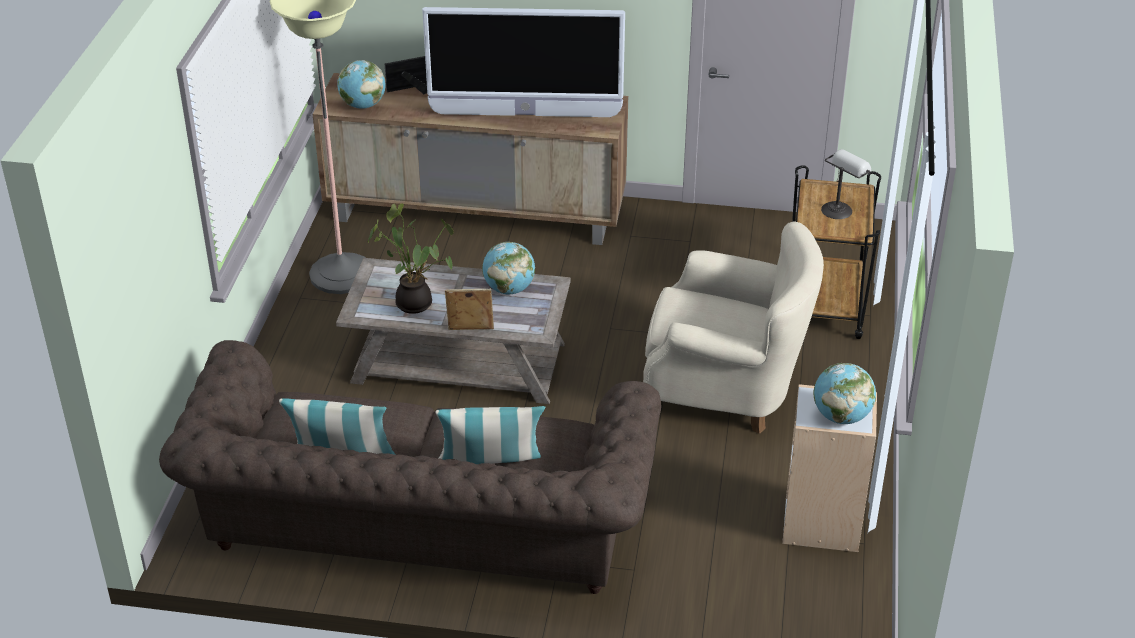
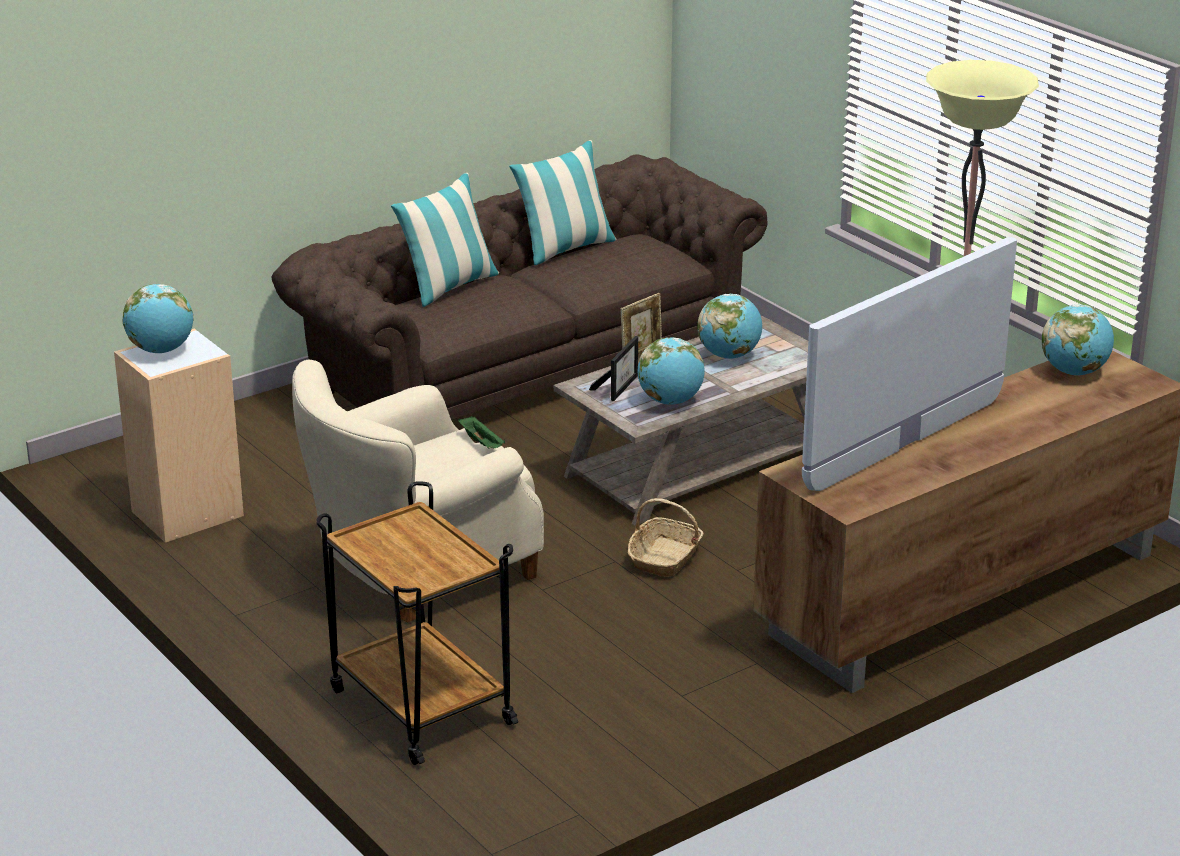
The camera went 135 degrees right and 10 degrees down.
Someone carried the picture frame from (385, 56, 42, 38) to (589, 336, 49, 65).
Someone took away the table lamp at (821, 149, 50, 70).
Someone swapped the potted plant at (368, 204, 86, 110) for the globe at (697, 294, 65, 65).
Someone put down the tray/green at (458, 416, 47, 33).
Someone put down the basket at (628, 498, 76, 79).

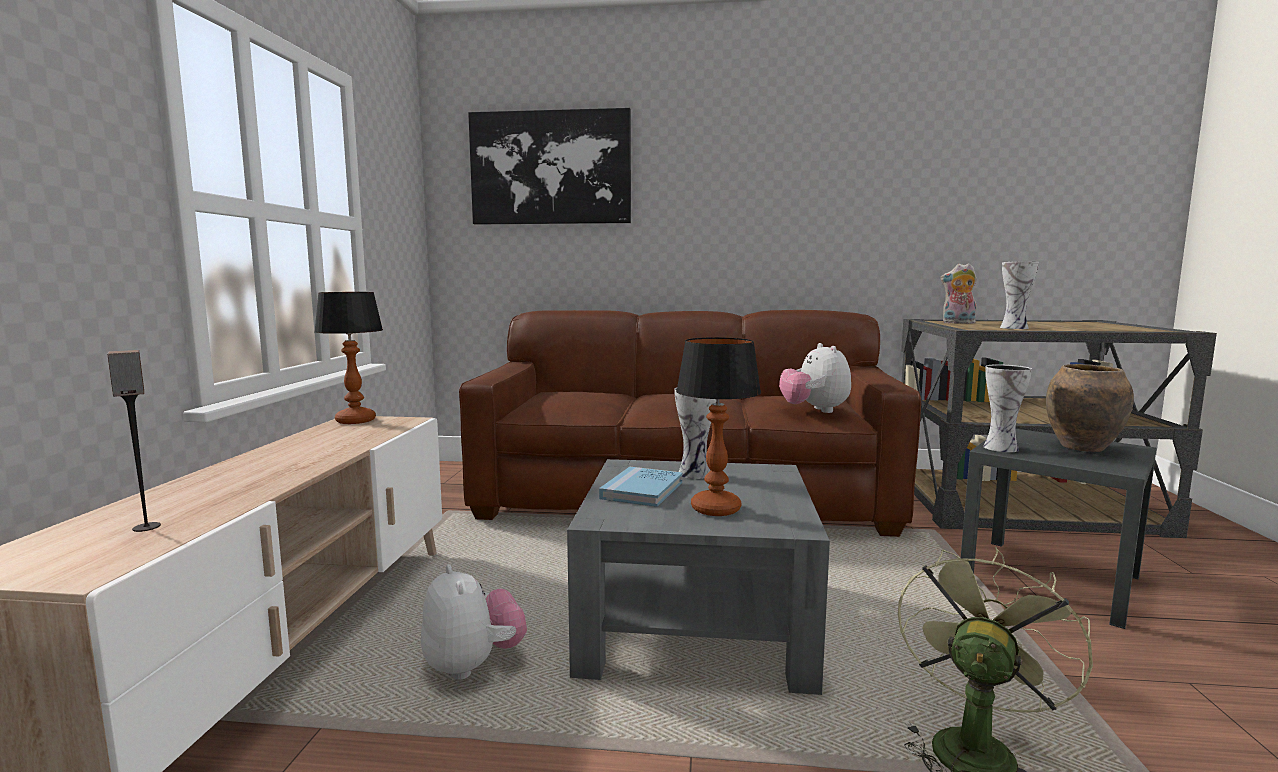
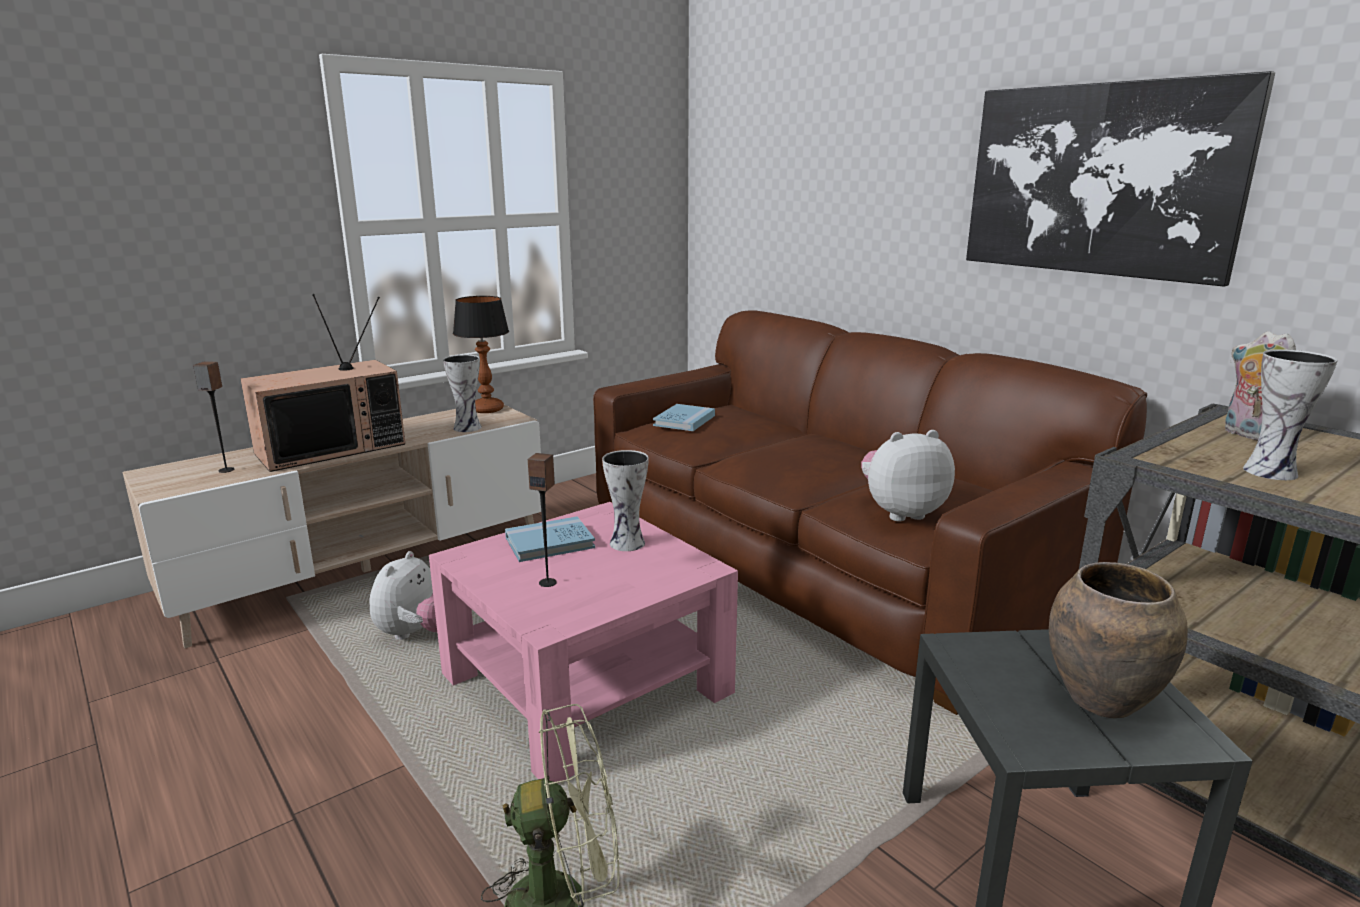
The camera went 45 degrees right and 10 degrees up.
Someone carried the picture from (468, 108, 163, 117) to (966, 71, 309, 215).
Someone swapped the table lamp at (676, 337, 85, 179) for the speaker at (528, 453, 29, 134).
Someone rotated the plush toy at (779, 343, 72, 70) by 45 degrees clockwise.
Someone carried the vase from (983, 364, 49, 88) to (443, 355, 39, 77).
Someone repainted the coffee table/grey at (567, 459, 263, 236), which became the coffee table/pink at (429, 502, 309, 282).
Someone put down the television at (240, 294, 165, 178).
Someone put down the book/blue at (653, 404, 62, 27).

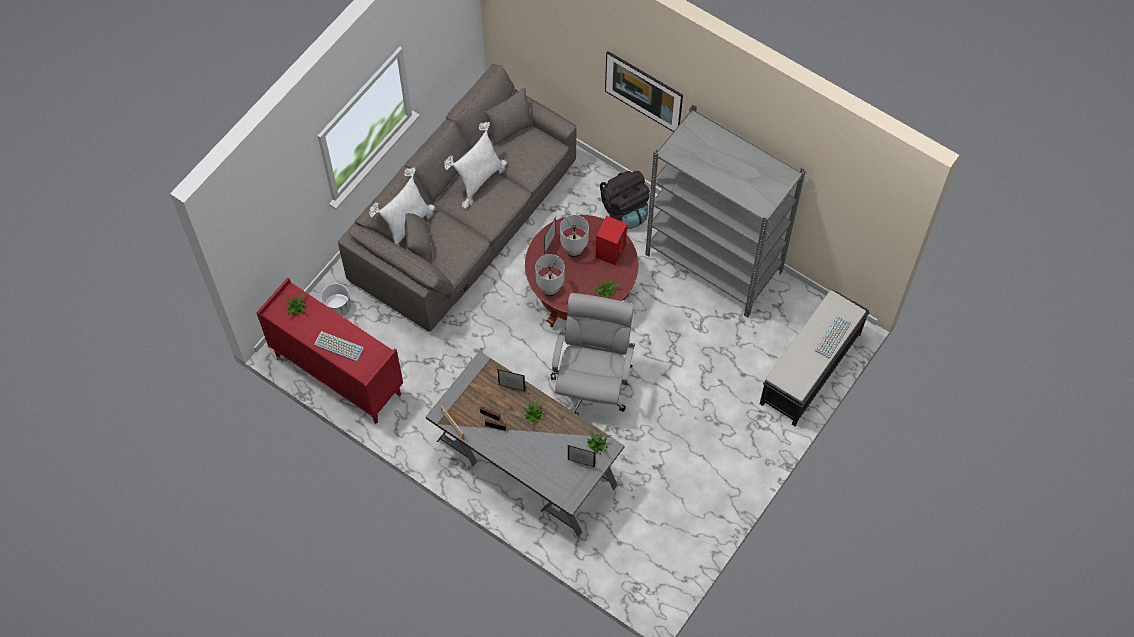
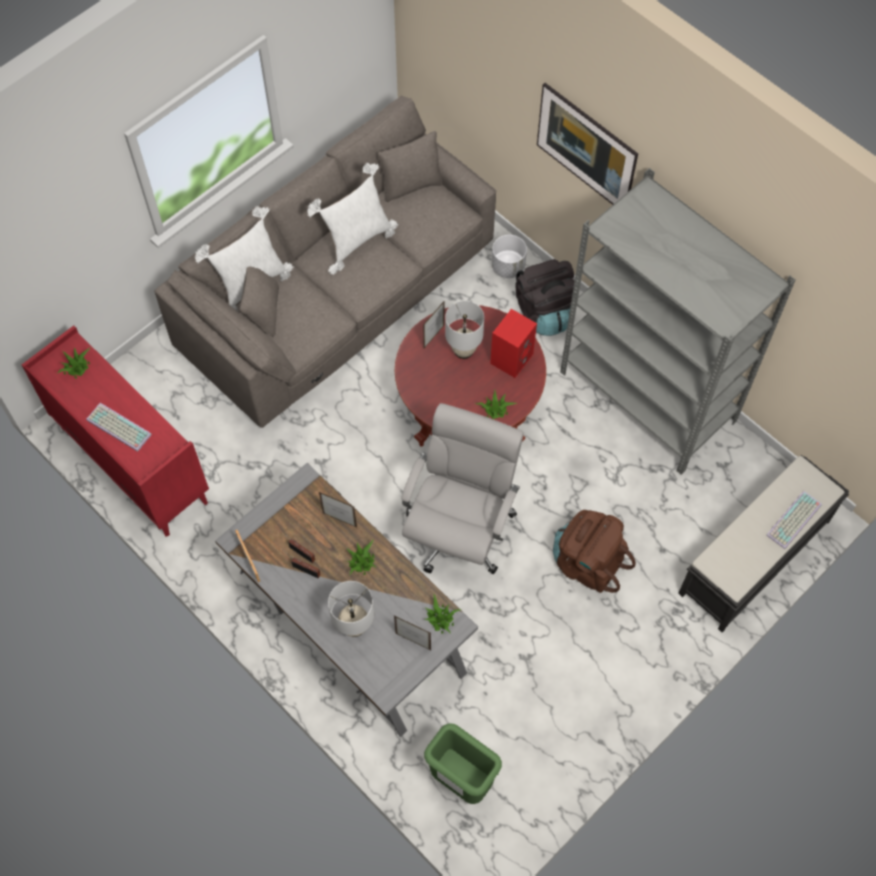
The camera went 10 degrees right and 0 degrees up.
Someone carried the table lamp/white from (535, 254, 29, 42) to (328, 581, 46, 56).
Someone carried the planter/white from (321, 284, 30, 33) to (492, 235, 35, 43).
Someone put down the backpack/brown at (553, 510, 83, 83).
Someone put down the trash can/green at (424, 724, 78, 80).

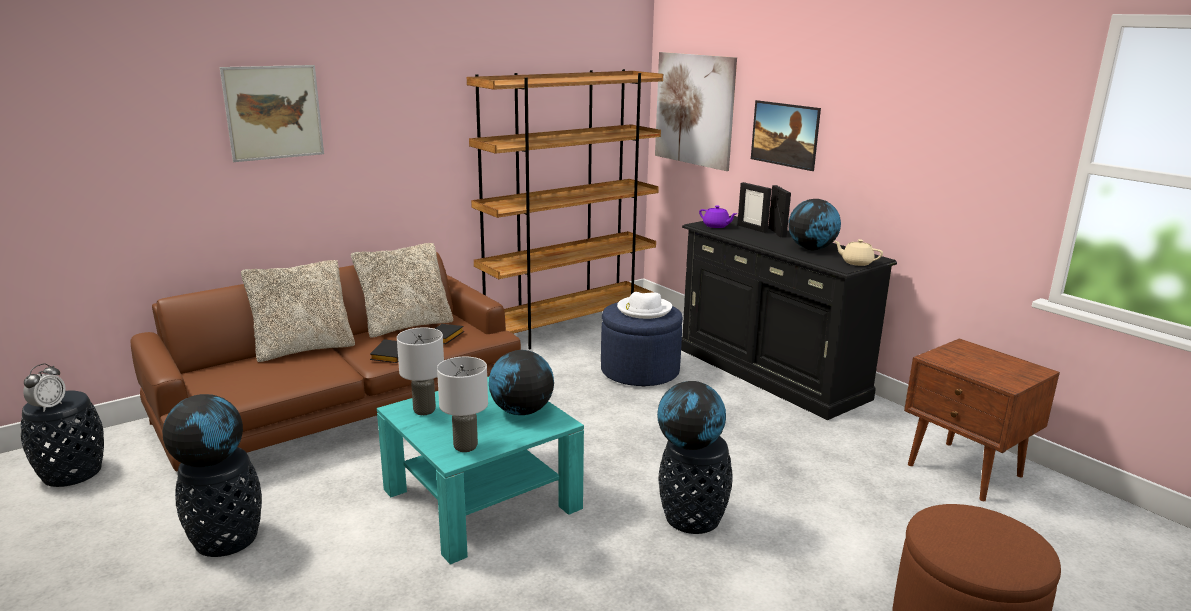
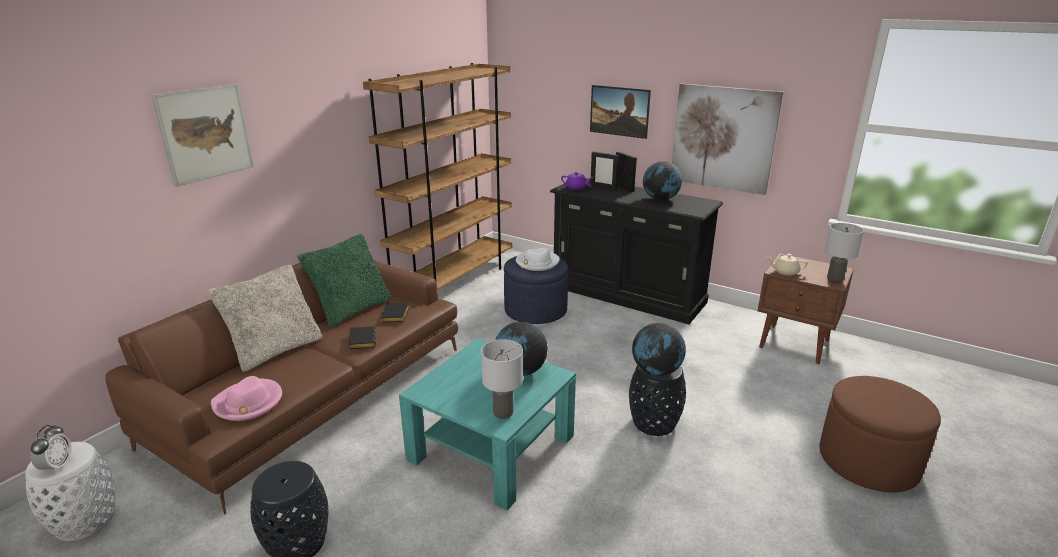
The camera went 20 degrees left and 5 degrees up.
Someone carried the picture from (655, 52, 82, 119) to (672, 84, 111, 111).
Someone carried the teapot/beige from (834, 239, 49, 27) to (766, 254, 42, 22).
Someone repainted the pillow/beige at (351, 243, 102, 95), which became the pillow/green at (297, 234, 94, 93).
Someone carried the table lamp/white from (397, 327, 47, 88) to (825, 223, 39, 60).
Someone repainted the stool/black at (21, 390, 83, 97), which became the stool/white at (25, 442, 91, 99).
Someone took away the globe at (163, 394, 80, 73).
Someone put down the hat/pink at (211, 376, 71, 45).

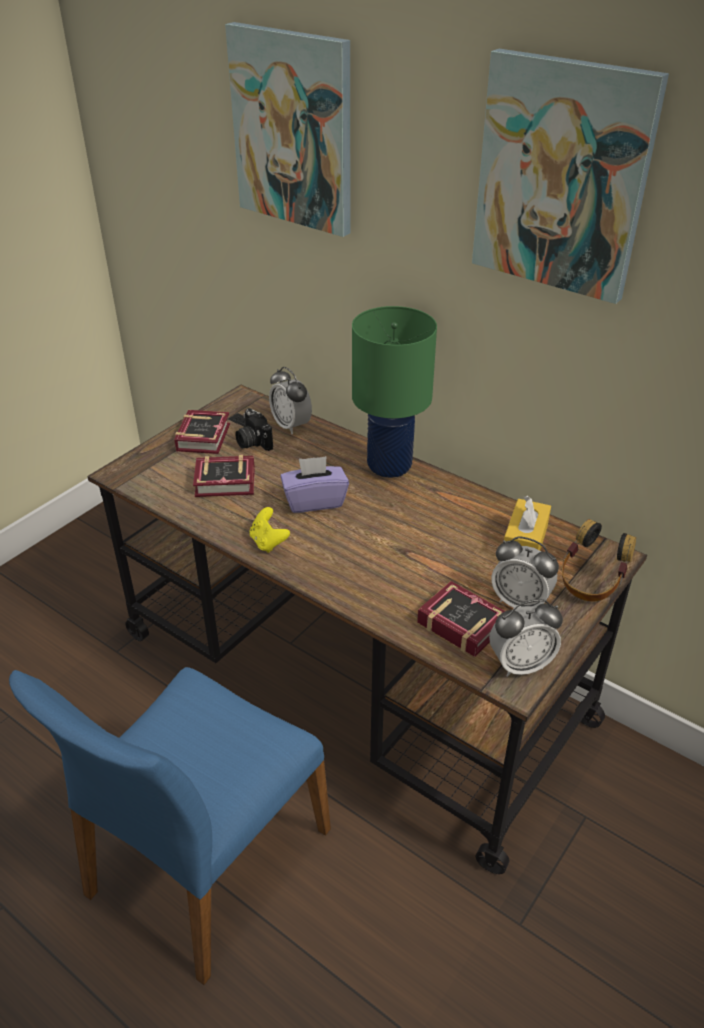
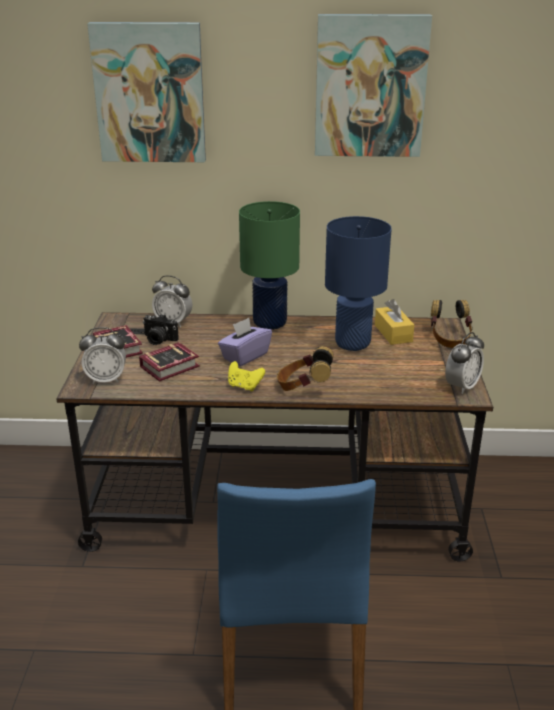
The camera went 35 degrees left and 10 degrees down.
Someone carried the alarm clock from (491, 536, 68, 72) to (79, 327, 47, 57).
Someone took away the book at (417, 581, 88, 76).
Someone put down the table lamp/blue at (325, 216, 67, 135).
Someone put down the headphones at (277, 346, 56, 45).

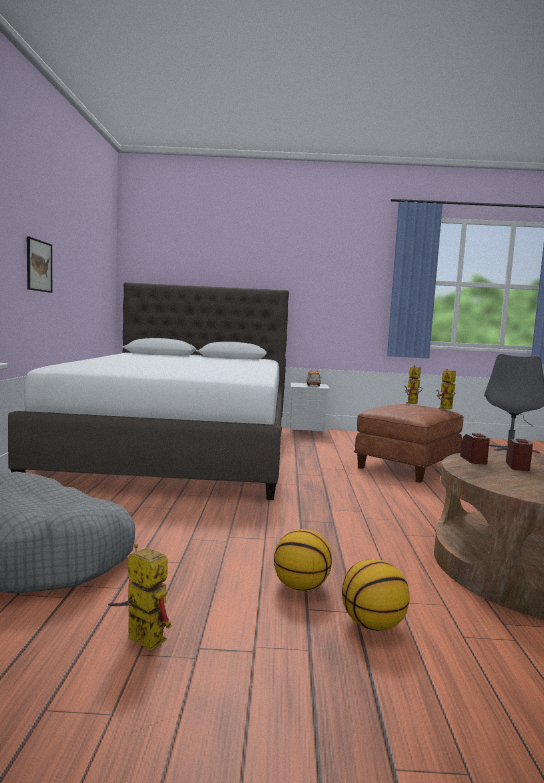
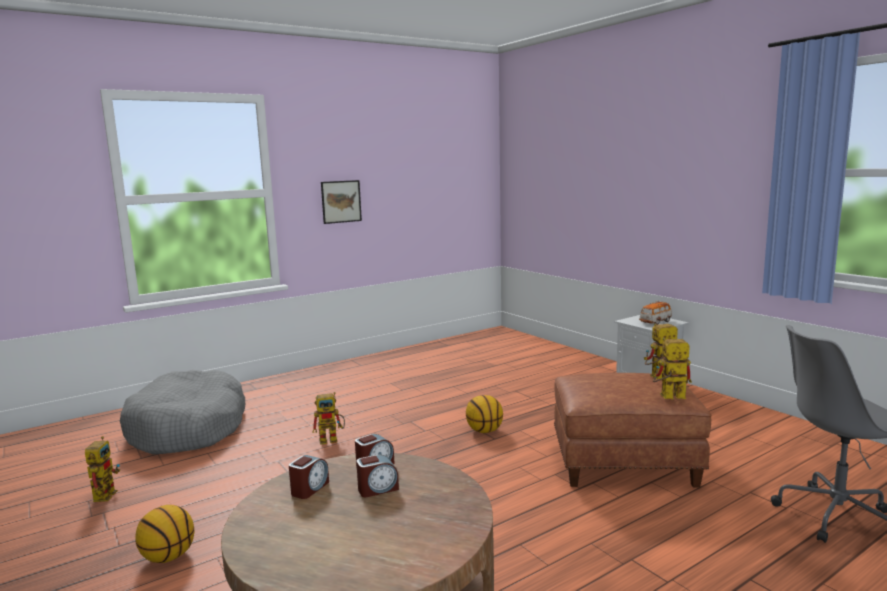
The camera went 55 degrees right and 5 degrees up.
Someone took away the bed/white at (8, 282, 281, 218).
Someone carried the basketball from (274, 529, 58, 62) to (466, 395, 37, 38).
Someone put down the toy robot at (312, 392, 33, 53).
Someone put down the alarm clock at (289, 455, 40, 44).

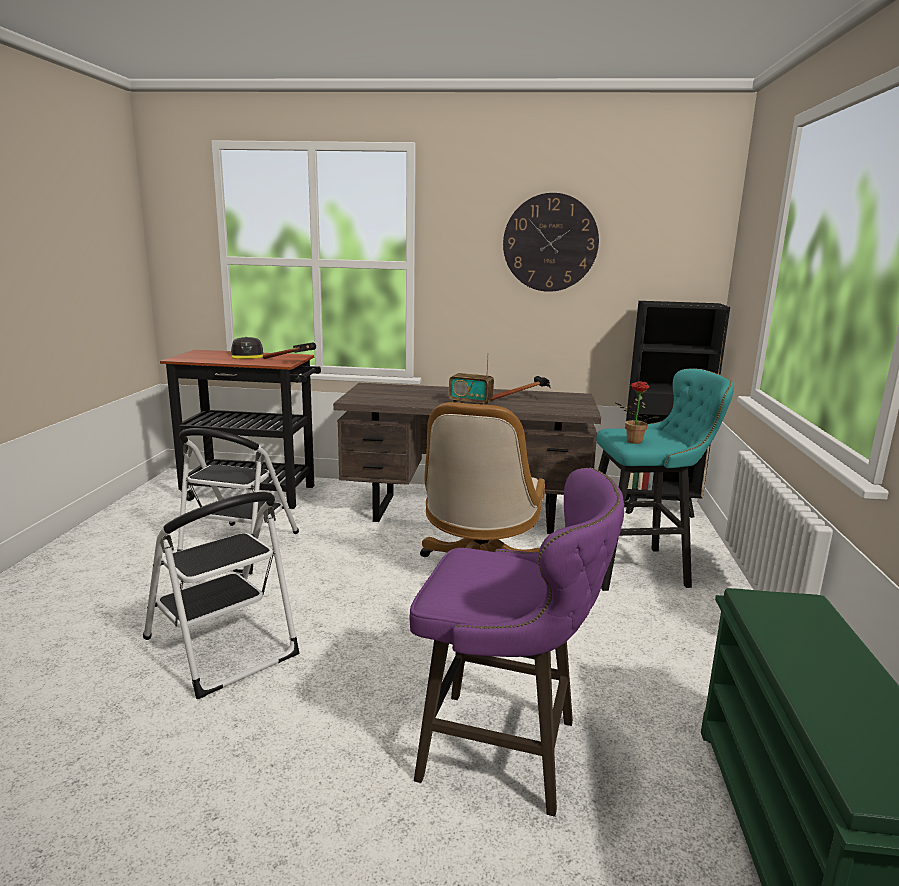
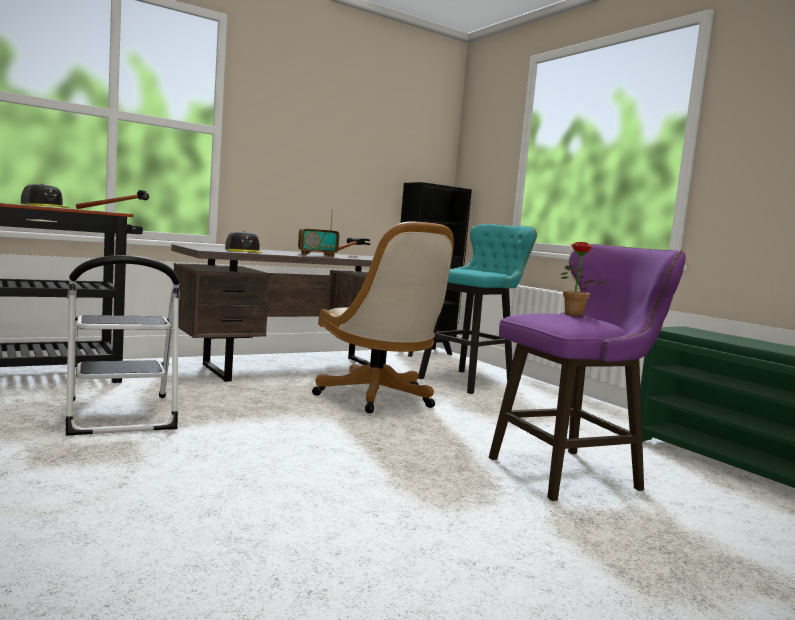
The camera went 40 degrees left and 10 degrees down.
Someone took away the wall clock at (503, 193, 96, 99).
Someone carried the potted plant from (615, 381, 44, 63) to (560, 242, 46, 74).
Someone took away the step ladder at (143, 492, 156, 207).
Someone put down the cap/grey at (225, 231, 38, 22).

